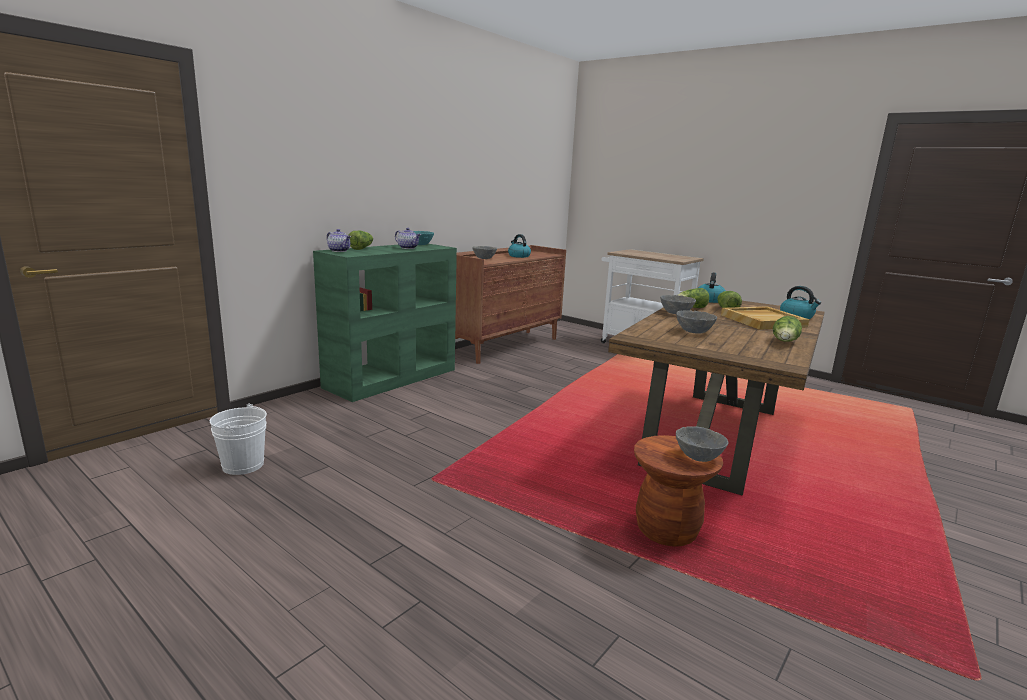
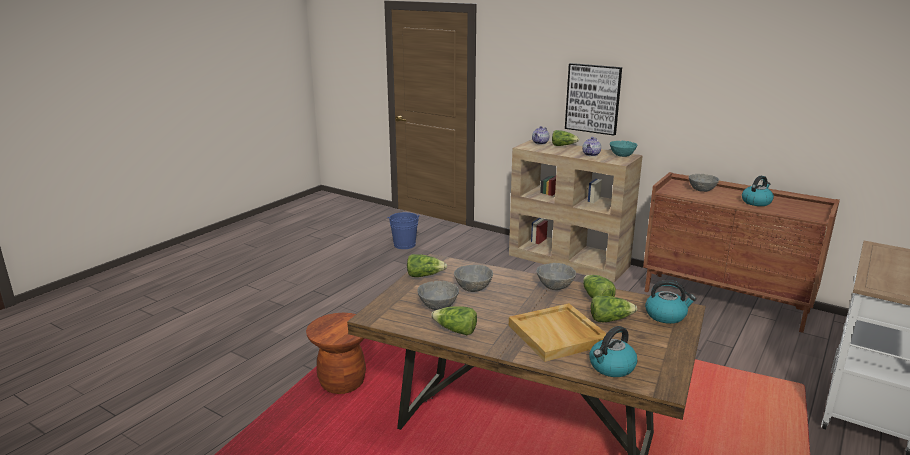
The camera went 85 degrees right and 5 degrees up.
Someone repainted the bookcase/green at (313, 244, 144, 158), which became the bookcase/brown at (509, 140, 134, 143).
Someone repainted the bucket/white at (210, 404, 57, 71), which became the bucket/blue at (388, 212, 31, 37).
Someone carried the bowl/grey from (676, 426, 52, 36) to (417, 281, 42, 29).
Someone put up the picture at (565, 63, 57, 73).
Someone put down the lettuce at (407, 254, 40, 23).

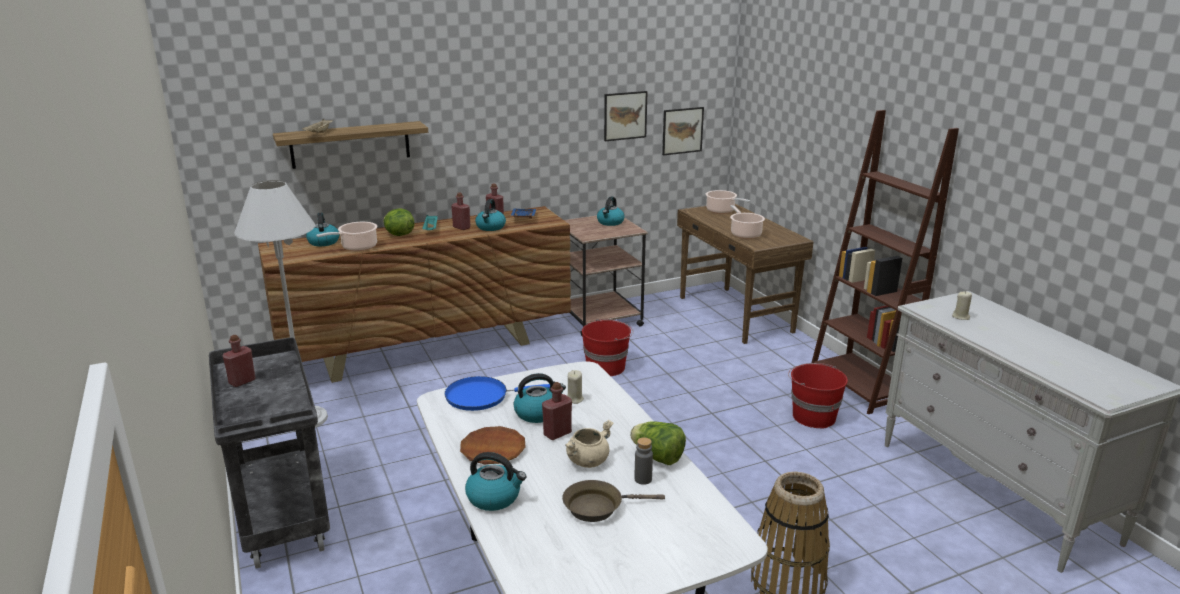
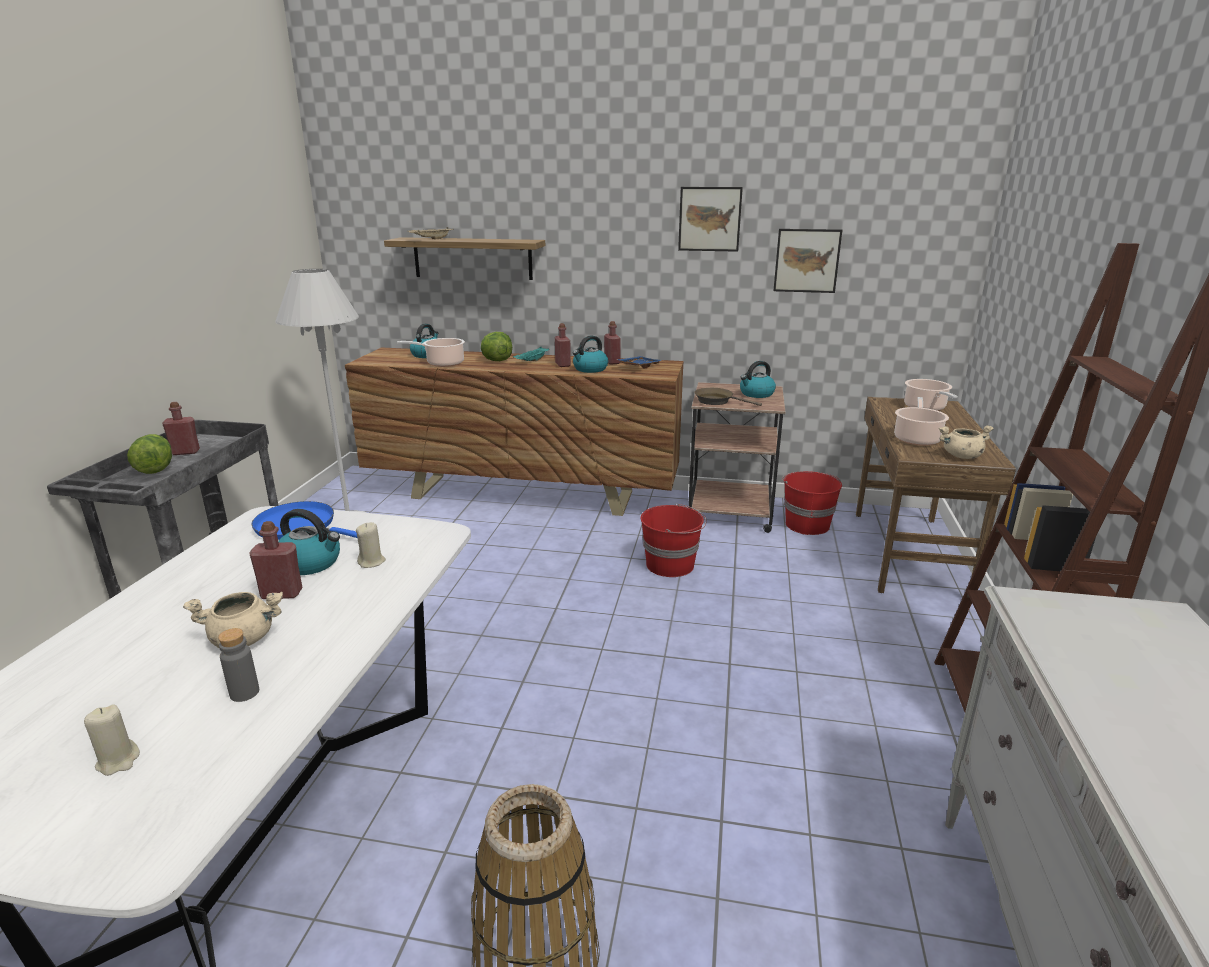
The camera went 35 degrees right and 0 degrees up.
Someone carried the picture from (662, 107, 42, 48) to (678, 187, 65, 65).
Someone carried the candle/beige from (952, 291, 20, 29) to (84, 704, 56, 72).
Someone carried the bucket/red from (788, 363, 60, 66) to (782, 471, 60, 64).
Someone carried the lettuce from (630, 422, 56, 43) to (127, 434, 45, 40).
Someone took away the plate/brown at (460, 426, 66, 38).
Someone took away the kettle at (465, 452, 61, 59).
Someone carried the frying pan/brown from (562, 480, 103, 42) to (694, 388, 68, 18).
Someone put down the cooking pot/beige at (939, 425, 55, 34).

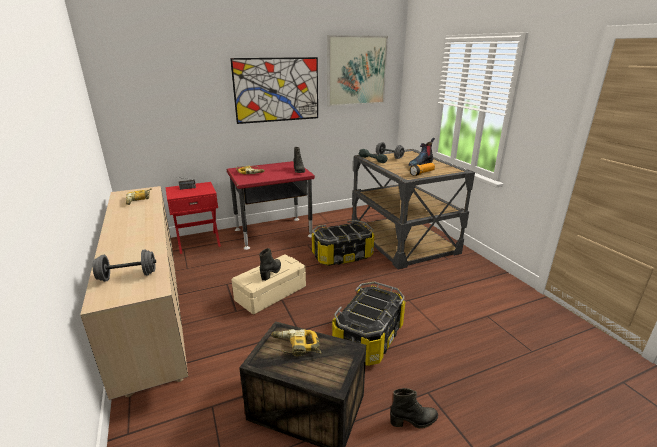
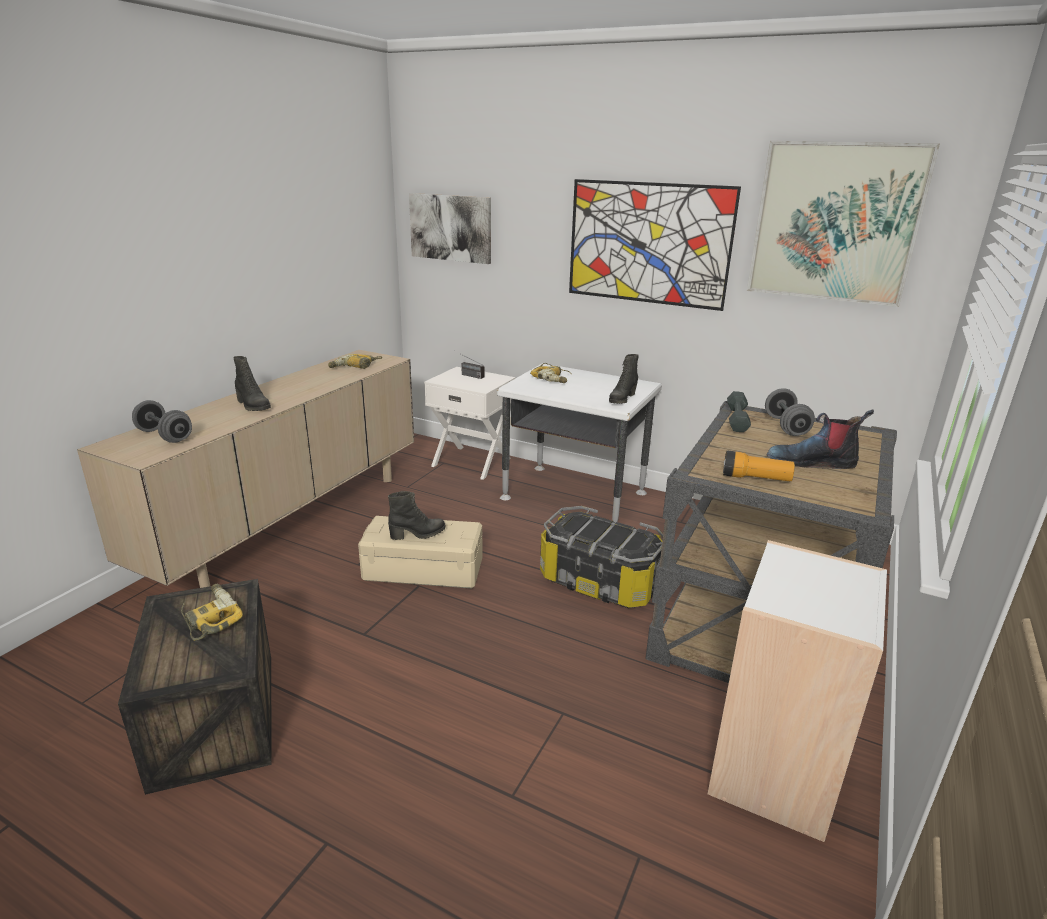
The camera went 50 degrees right and 0 degrees up.
Someone repainted the desk/red at (227, 161, 88, 89), which became the desk/white at (497, 363, 165, 160).
Someone repainted the nightstand/red at (165, 182, 56, 72), which became the nightstand/white at (424, 367, 91, 113).
Someone took away the storage box at (332, 281, 73, 85).
Someone carried the boot/black from (390, 388, 48, 40) to (233, 356, 38, 55).
Someone put up the picture at (409, 193, 82, 71).
Someone put down the bookcase/white at (708, 540, 179, 302).

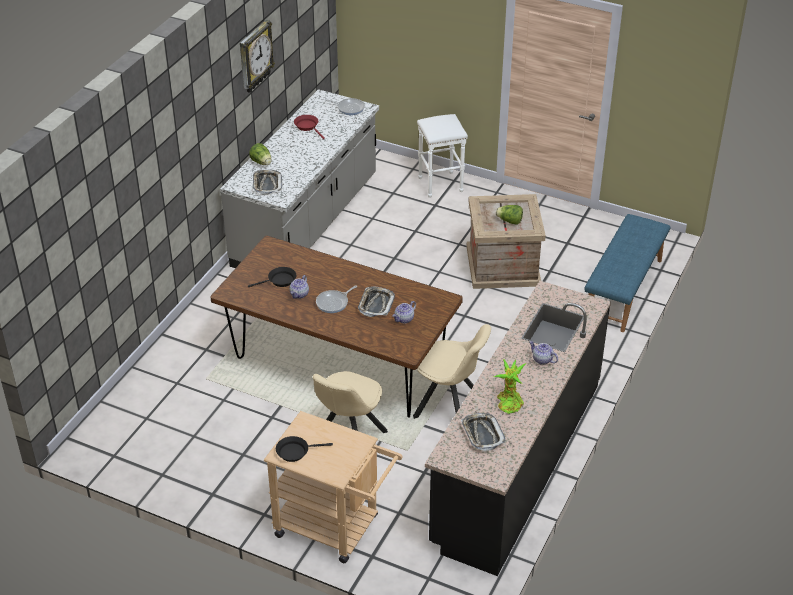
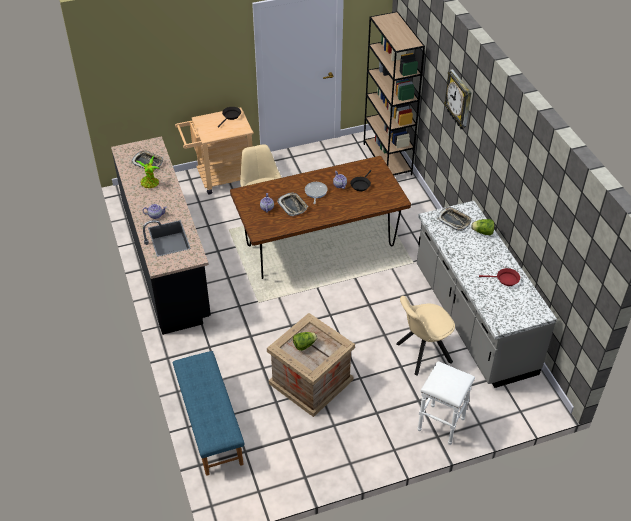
The camera went 135 degrees right and 5 degrees up.
Someone carried the wall clock from (240, 19, 35, 74) to (444, 69, 27, 60).
Someone took away the frying pan at (325, 98, 40, 17).
Someone carried the chair/beige from (413, 324, 78, 95) to (396, 296, 59, 79).
Someone put down the bookcase/beige at (363, 11, 62, 164).

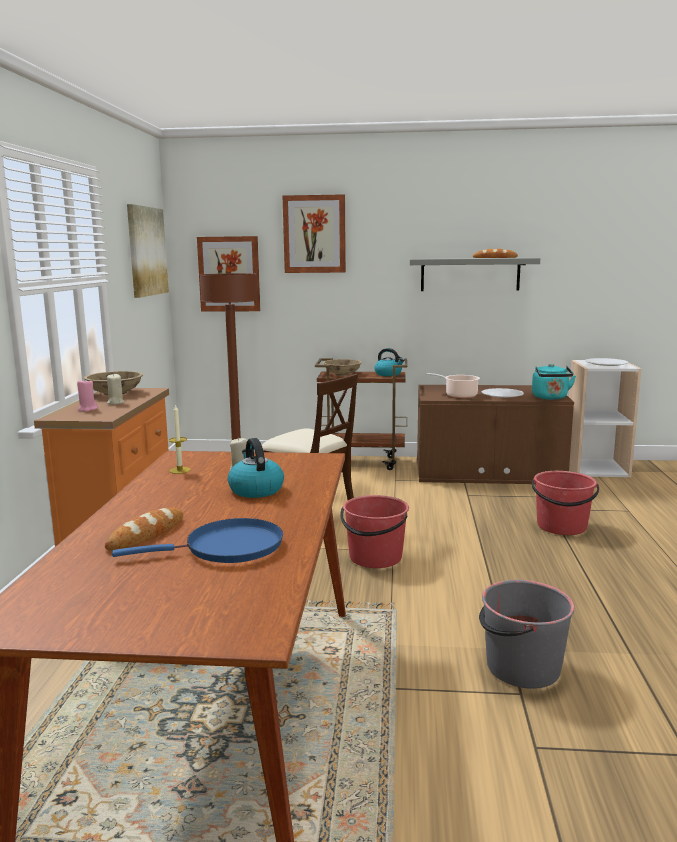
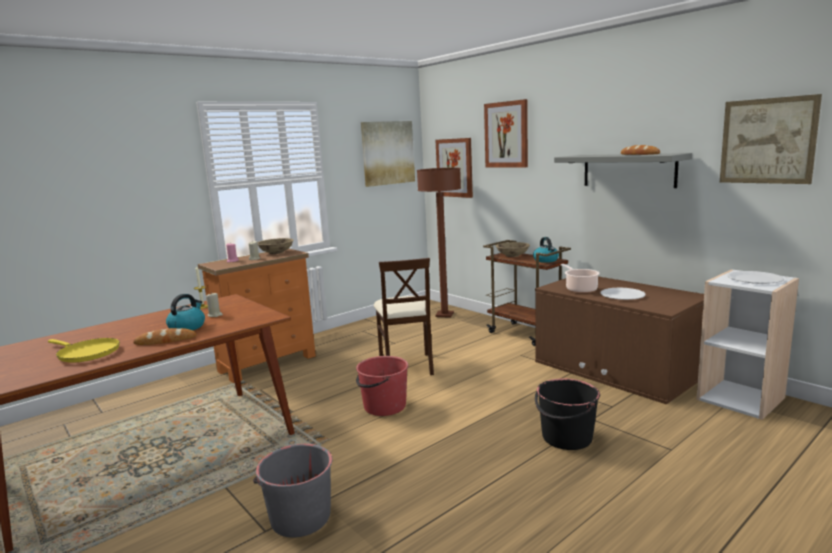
The camera went 45 degrees right and 0 degrees up.
Someone took away the kettle/turquoise at (532, 364, 44, 36).
Someone repainted the bucket/red at (532, 471, 67, 64), which became the bucket/black at (535, 378, 65, 72).
Someone carried the bread from (105, 508, 78, 43) to (133, 328, 64, 17).
Someone repainted the frying pan/blue at (112, 518, 171, 45), which became the frying pan/yellow at (48, 338, 72, 24).
Someone put up the picture at (720, 94, 102, 90).

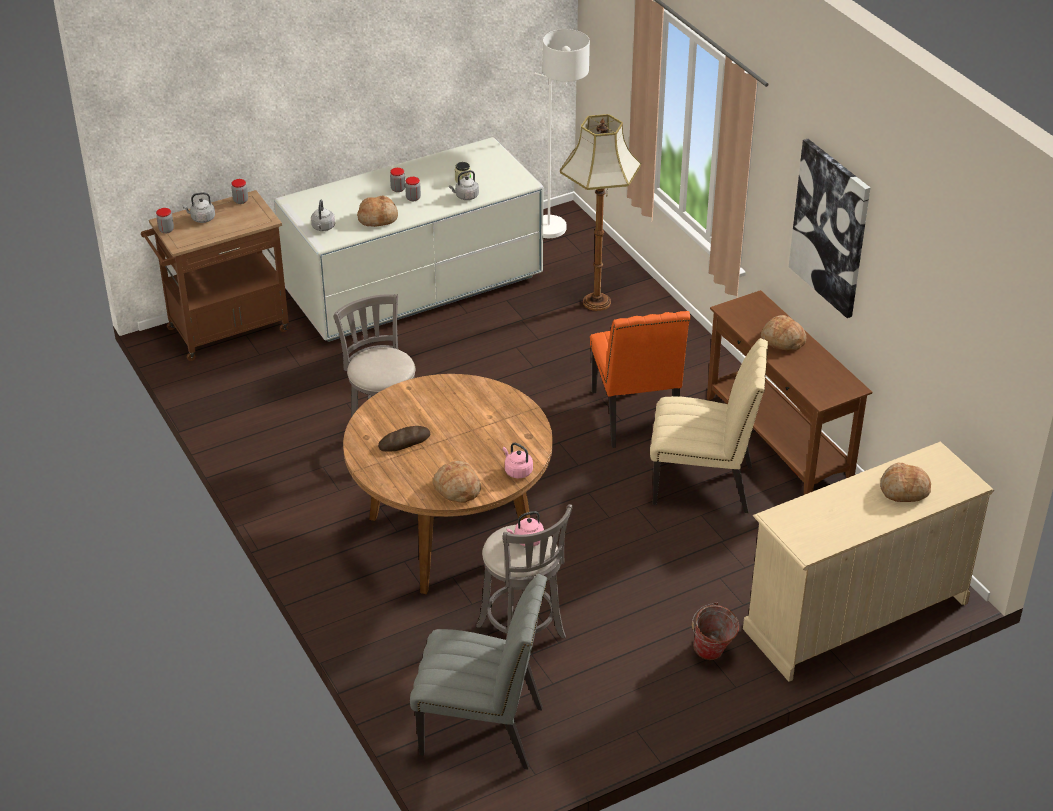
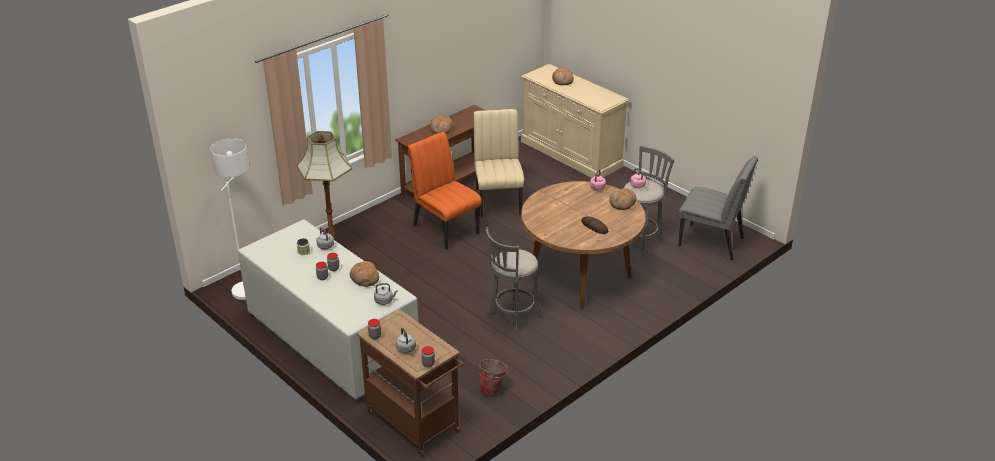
The camera went 105 degrees left and 5 degrees down.
Someone took away the picture at (789, 139, 81, 179).
Someone rotated the chair/orange at (590, 311, 100, 137) by 105 degrees counterclockwise.
Someone rotated the chair/grey at (410, 574, 137, 196) by 120 degrees clockwise.
Someone carried the bucket from (692, 602, 47, 58) to (479, 359, 29, 36).

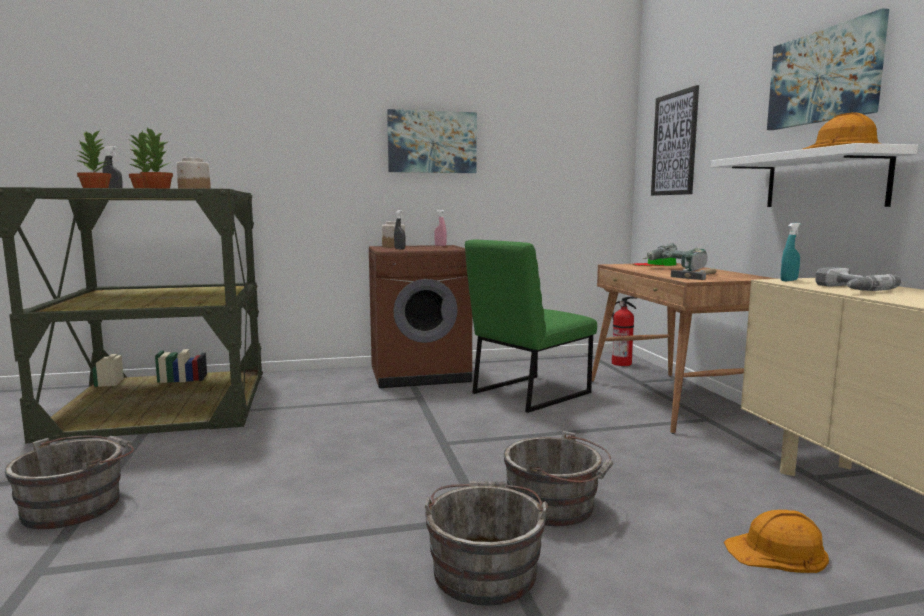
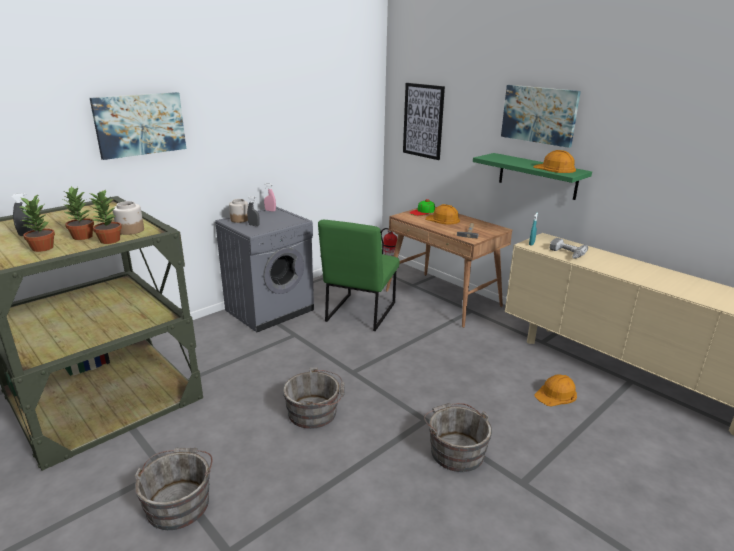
The camera went 30 degrees left and 15 degrees up.
Someone carried the picture from (387, 109, 90, 64) to (90, 92, 96, 68).
Someone repainted the shelf/white at (711, 143, 207, 64), which became the shelf/green at (473, 153, 119, 47).
Someone swapped the power drill at (643, 243, 64, 28) for the hard hat/orange at (425, 204, 35, 20).
Someone repainted the washing machine/brown at (369, 245, 103, 143), which became the washing machine/grey at (215, 207, 99, 125).
Someone carried the bucket/grey from (504, 431, 109, 95) to (283, 368, 62, 61).

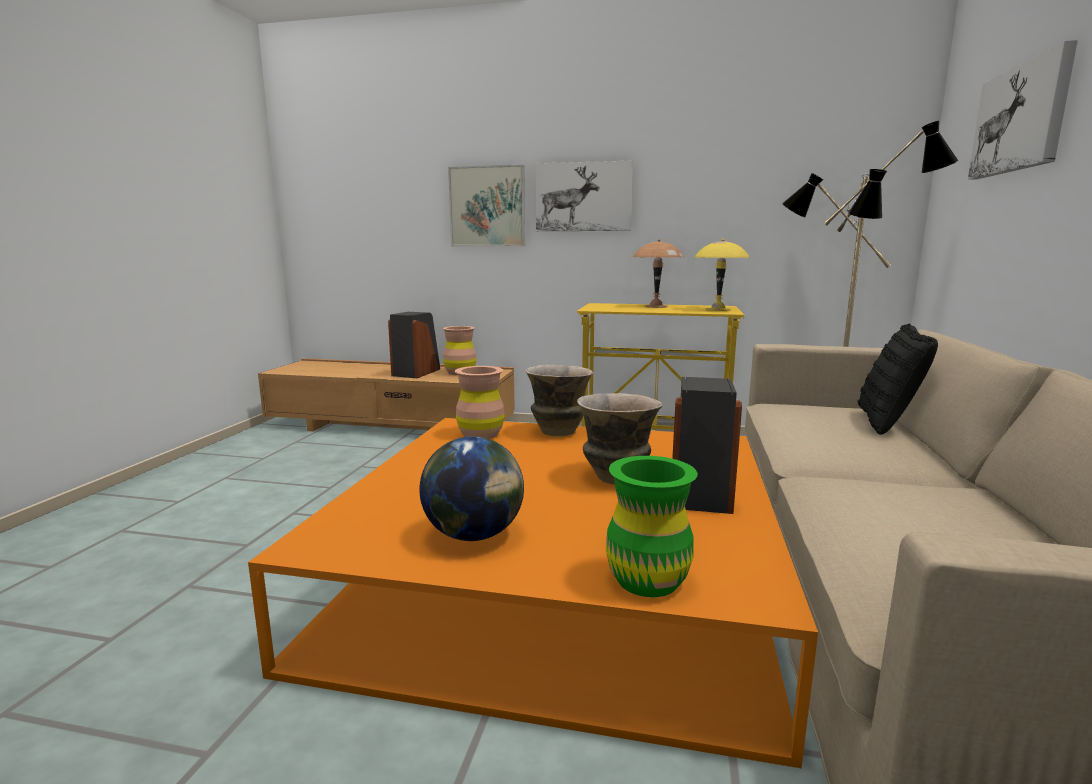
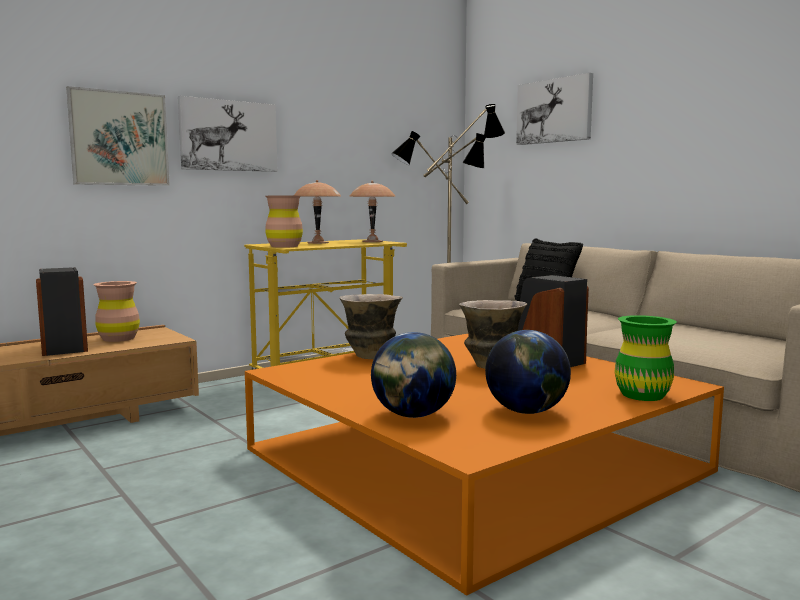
The camera went 50 degrees left and 5 degrees down.
Someone repainted the table lamp/yellow at (695, 239, 55, 72), which became the table lamp/brown at (349, 181, 47, 61).
Someone carried the vase/brown from (455, 366, 49, 73) to (265, 196, 38, 52).
Someone put down the globe at (371, 332, 85, 86).

